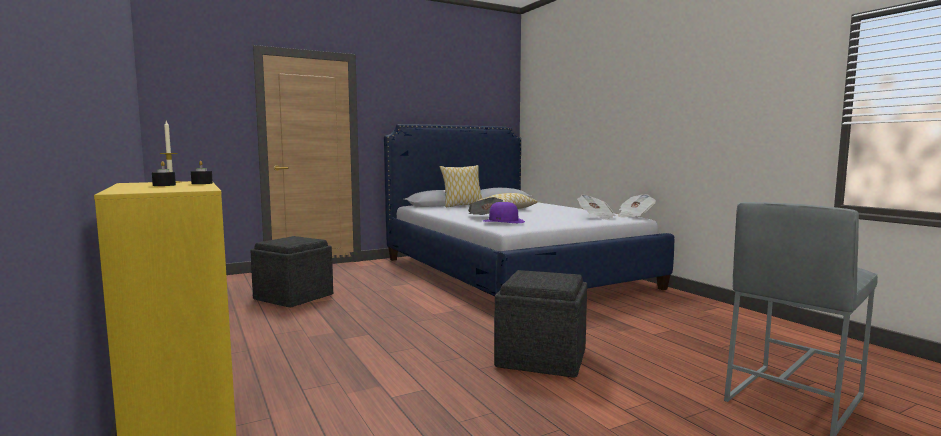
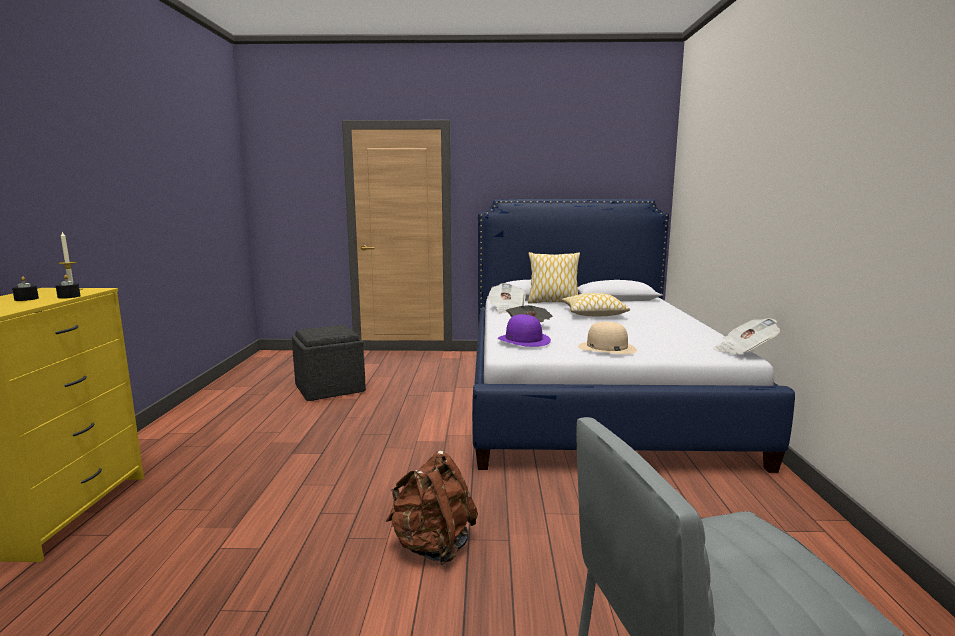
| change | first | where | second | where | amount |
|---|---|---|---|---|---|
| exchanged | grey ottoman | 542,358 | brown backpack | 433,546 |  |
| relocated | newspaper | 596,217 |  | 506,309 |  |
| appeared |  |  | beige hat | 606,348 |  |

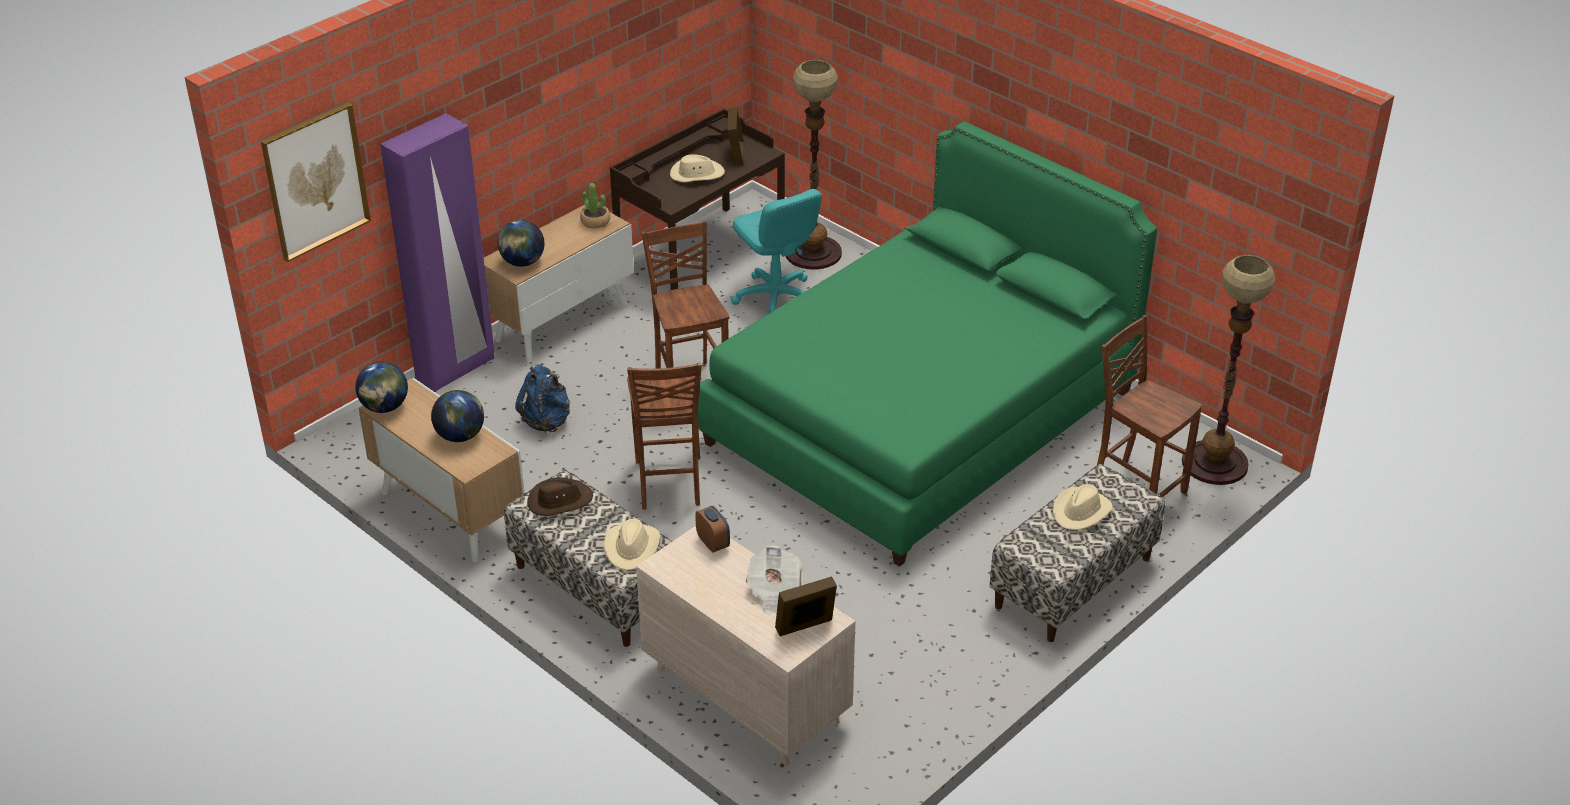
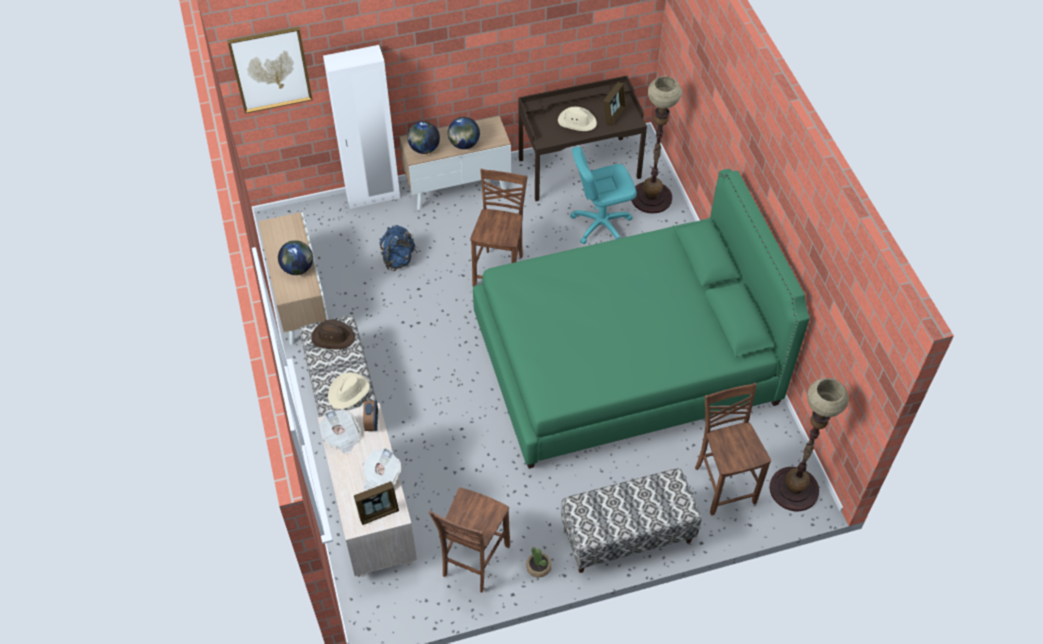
| change | first | where | second | where | amount |
|---|---|---|---|---|---|
| appeared |  |  | newspaper | 341,437 |  |
| colour | purple wardrobe | 456,369 | white wardrobe | 373,197 |  |
| spun | picture frame | 805,627 |  | 378,512 | 150 degrees clockwise |
| relocated | brown chair | 668,484 |  | 473,561 |  |
| relocated | globe | 385,407 |  | 464,144 |  |
| relocated | potted plant | 595,221 |  | 538,567 |  |
| spun | turquoise office chair | 775,298 |  | 601,224 | 75 degrees clockwise |
| missing | beige hat | 1081,511 |  |  |  |

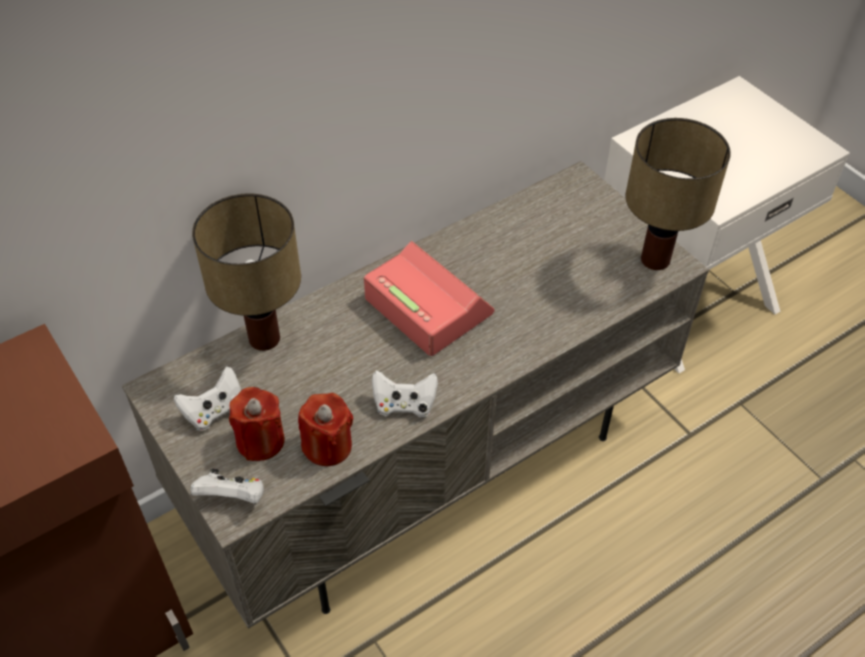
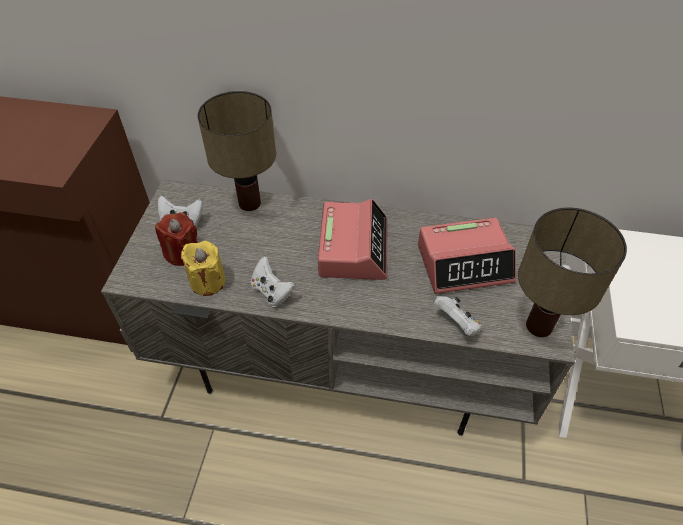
| change | first | where | second | where | amount |
|---|---|---|---|---|---|
| colour | red candle | 327,446 | yellow candle | 207,282 |  |
| appeared |  |  | alarm clock | 464,263 |  |
| relocated | white game controller | 233,498 |  | 457,324 |  |

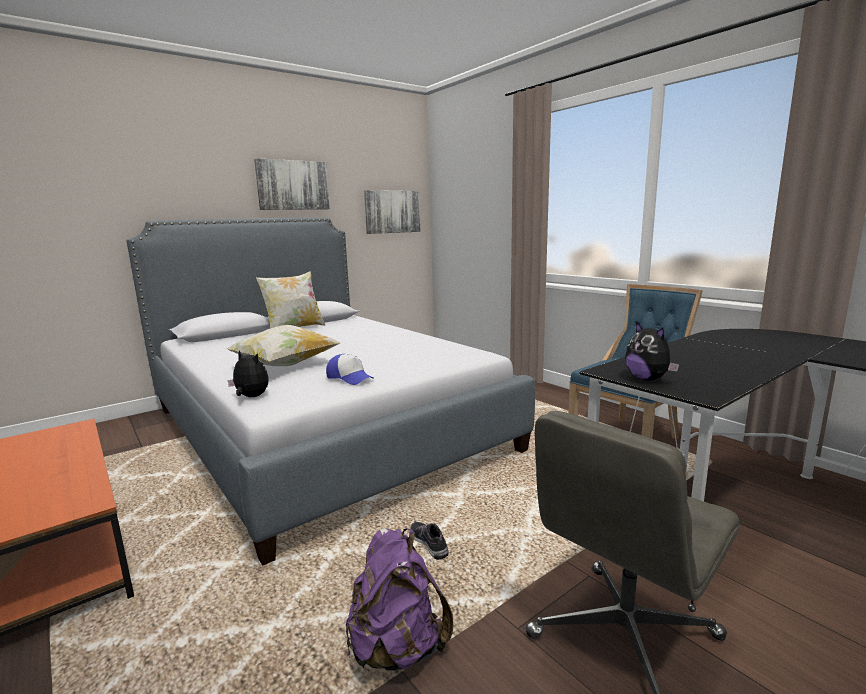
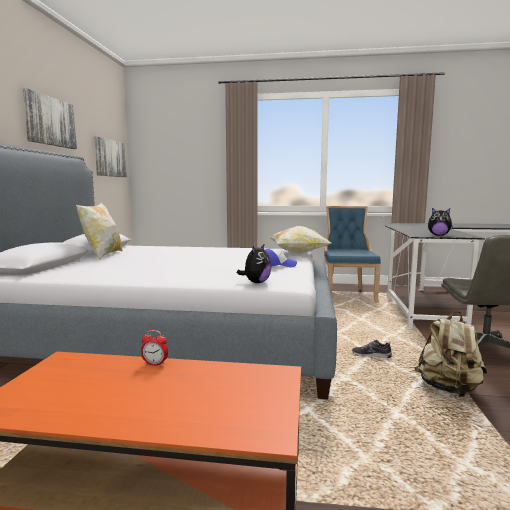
| change | first | where | second | where | amount |
|---|---|---|---|---|---|
| appeared |  |  | alarm clock | 155,364 |  |
| spun | plush toy | 251,397 |  | 256,282 | 135 degrees clockwise |
| relocated | pillow | 285,365 |  | 298,253 |  |
| colour | purple backpack | 397,647 | beige backpack | 448,389 |  |

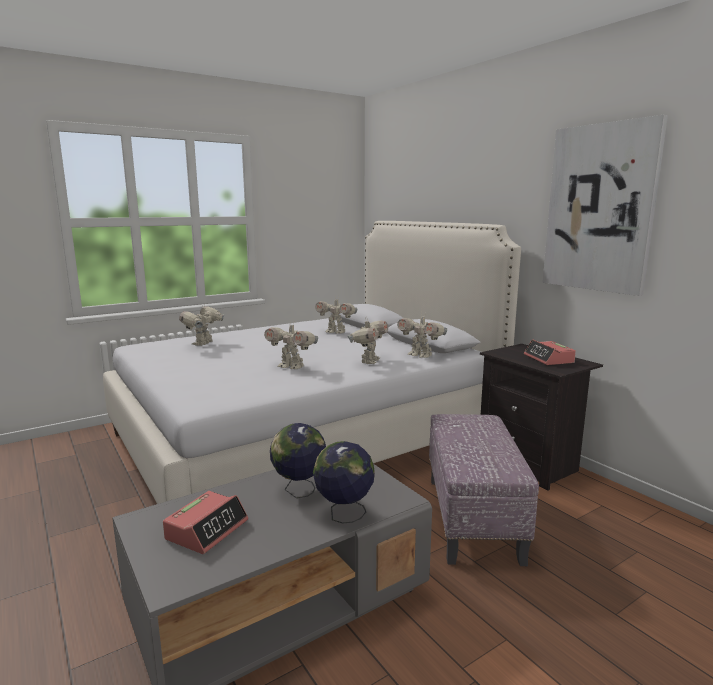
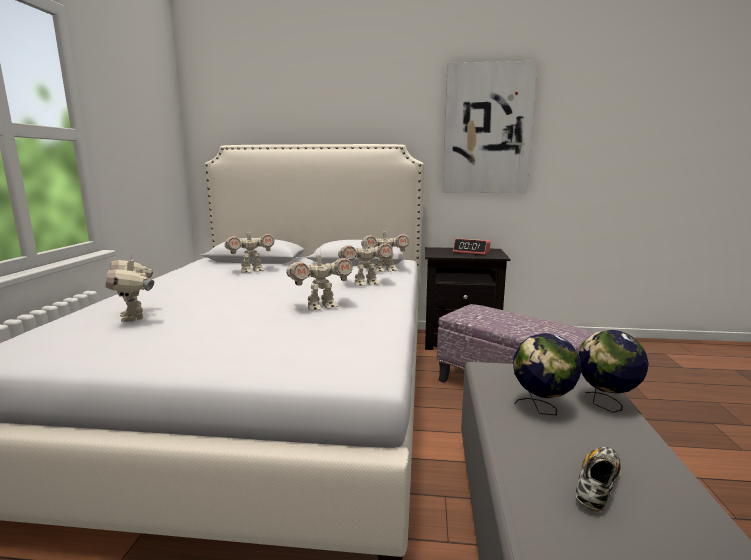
| change | first | where | second | where | amount |
|---|---|---|---|---|---|
| spun | toy robot | 368,361 |  | 365,284 | 105 degrees clockwise |
| exchanged | alarm clock | 207,529 | shoe | 597,486 |  |

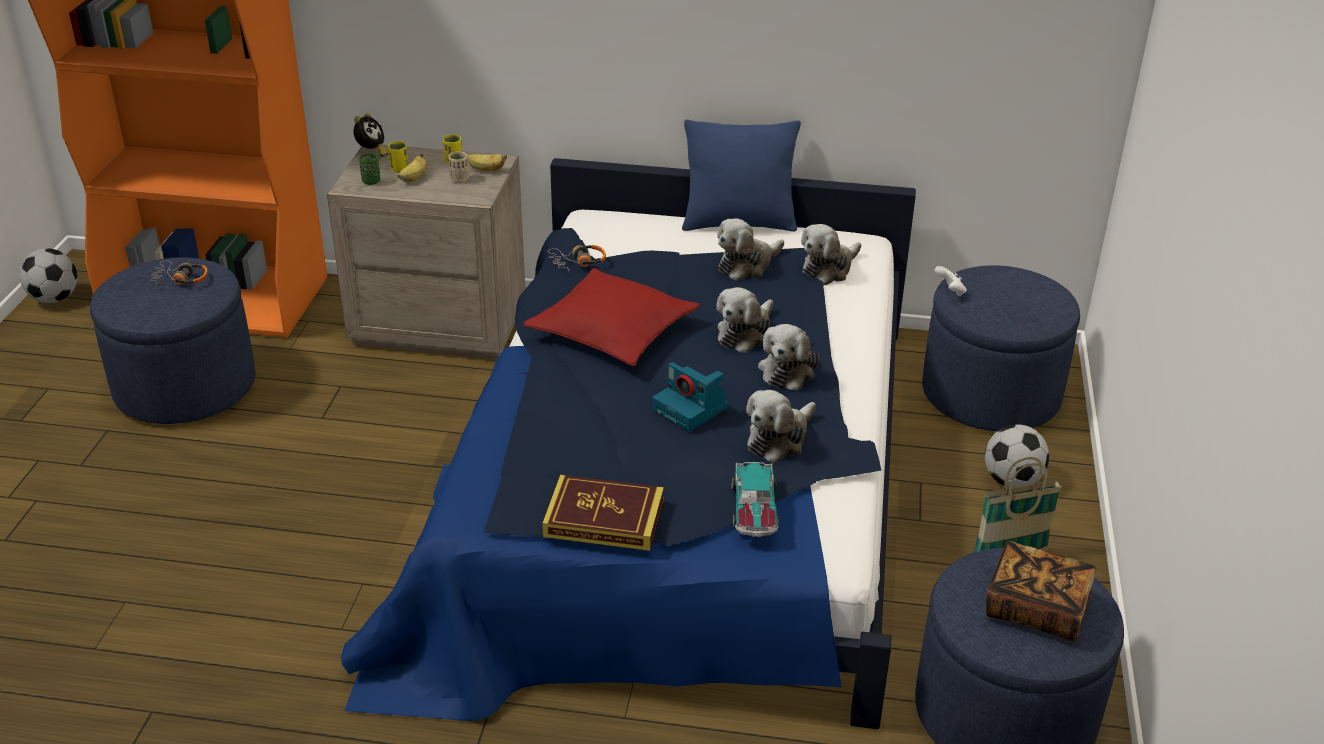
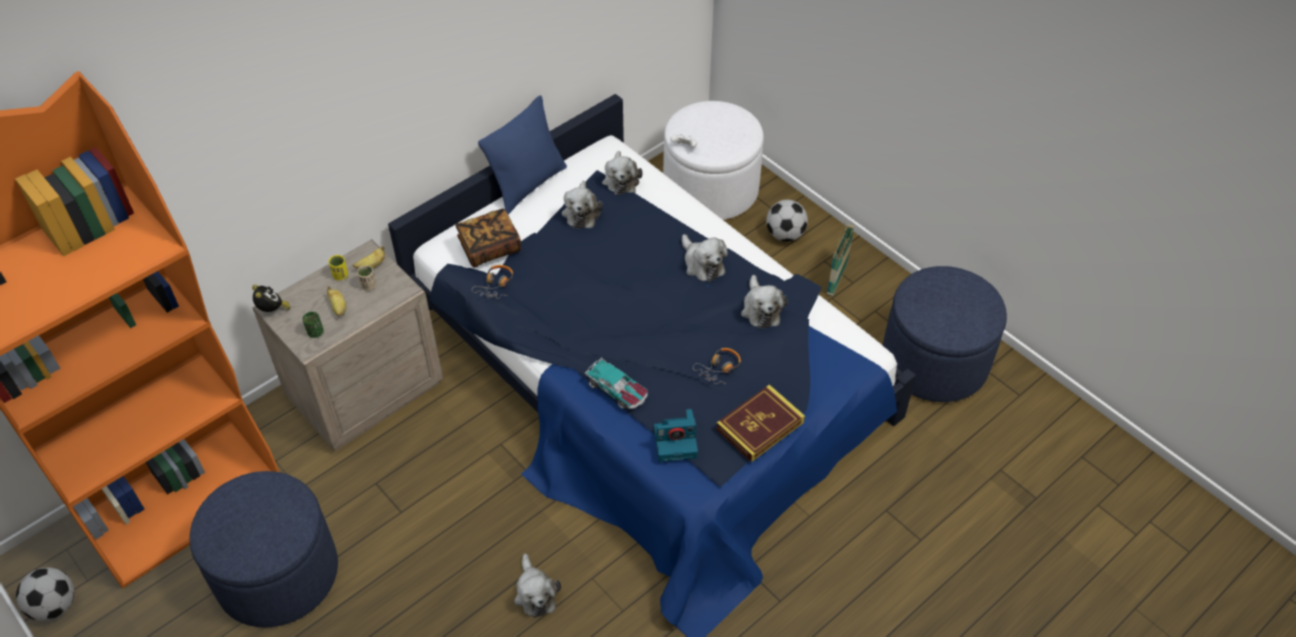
| change | first | where | second | where | amount |
|---|---|---|---|---|---|
| relocated | book | 1036,609 |  | 489,247 |  |
| relocated | plush toy | 745,333 |  | 535,593 |  |
| relocated | toy car | 754,510 |  | 617,390 |  |
| relocated | photo camera | 692,409 |  | 676,441 |  |
| colour | blue ottoman | 990,394 | white ottoman | 710,189 |  |
| relocated | headphones | 180,279 |  | 719,369 |  |
| missing | yellow cup | 399,169 |  |  |  |
| missing | red pillow | 612,331 |  |  |  |

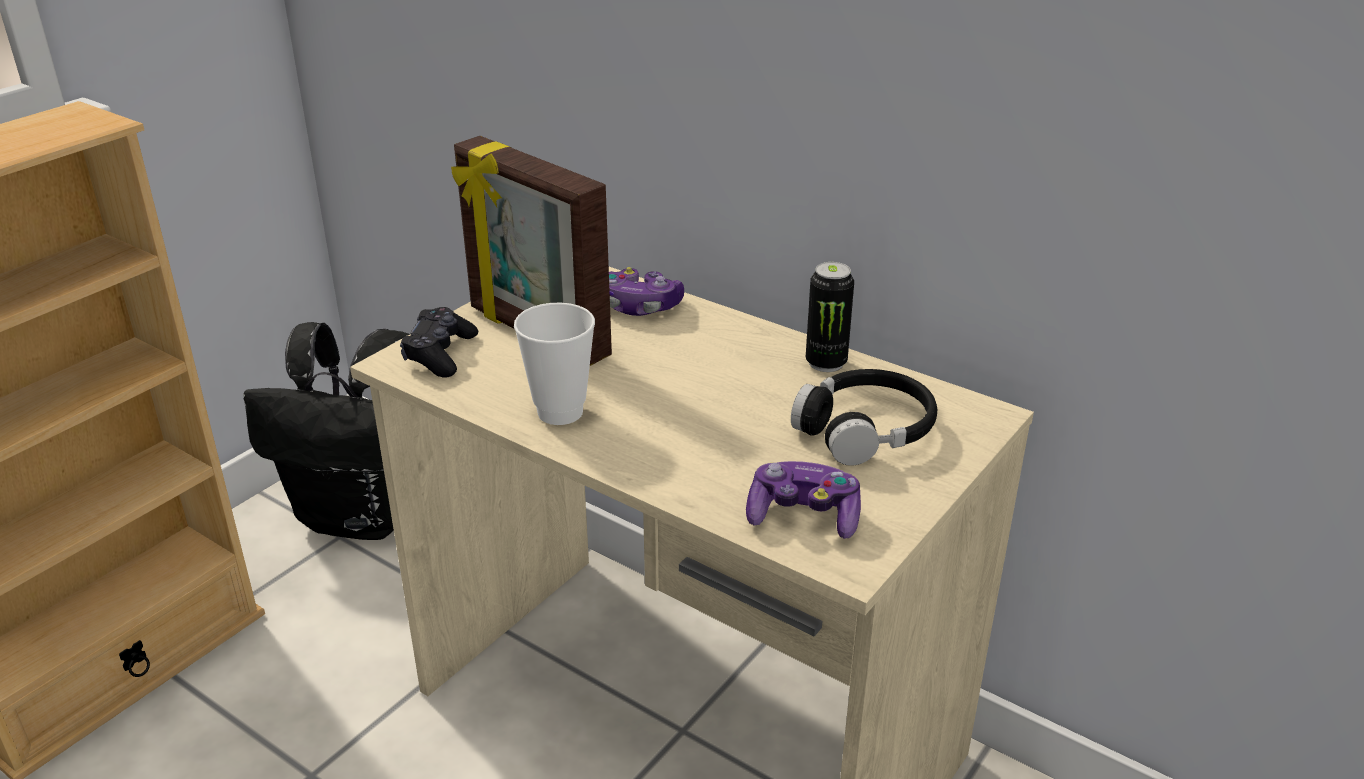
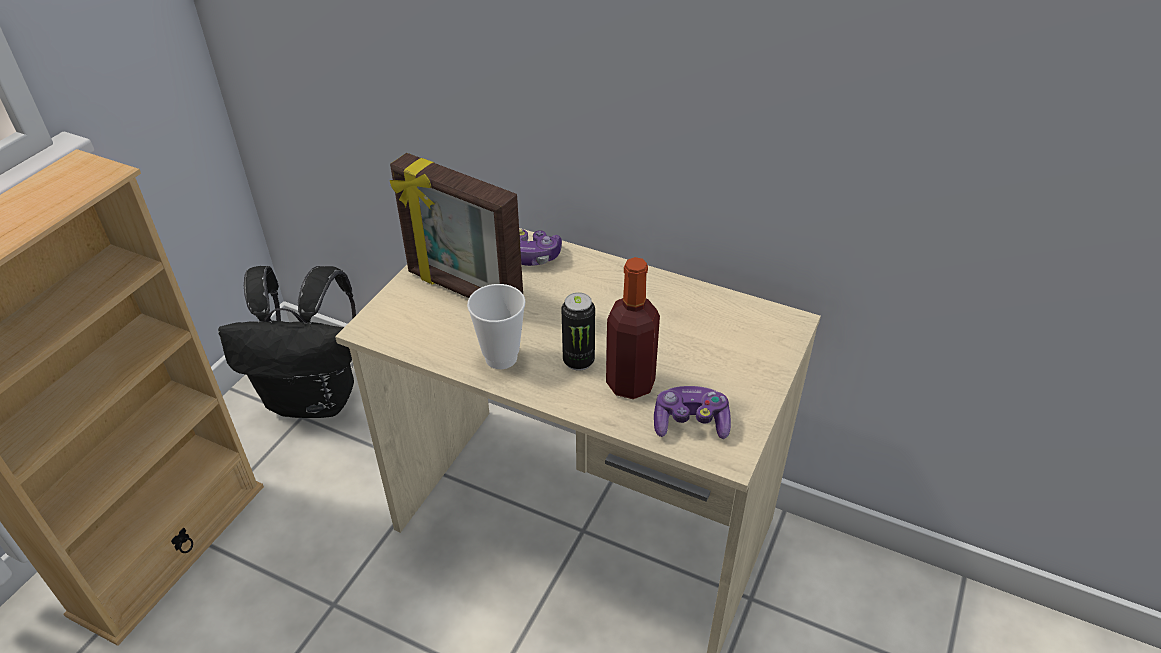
| change | first | where | second | where | amount |
|---|---|---|---|---|---|
| relocated | can | 826,363 |  | 578,361 |  |
| appeared |  |  | bottle | 630,383 |  |
| missing | black game controller | 440,354 |  |  |  |
| missing | black headphones | 865,430 |  |  |  |

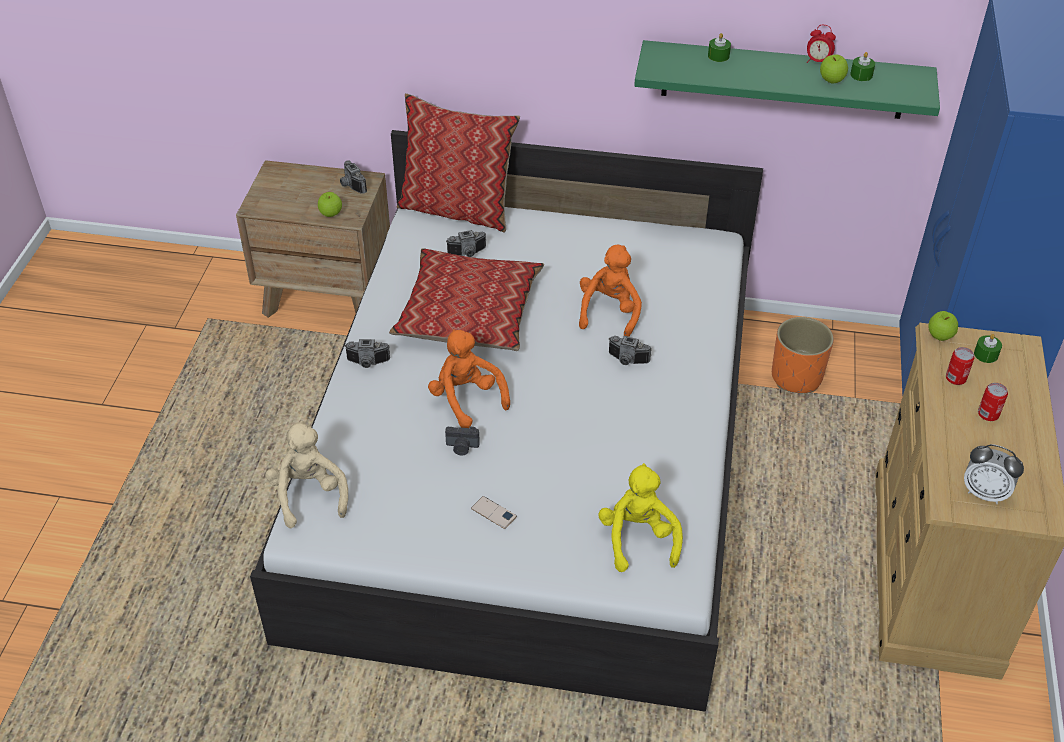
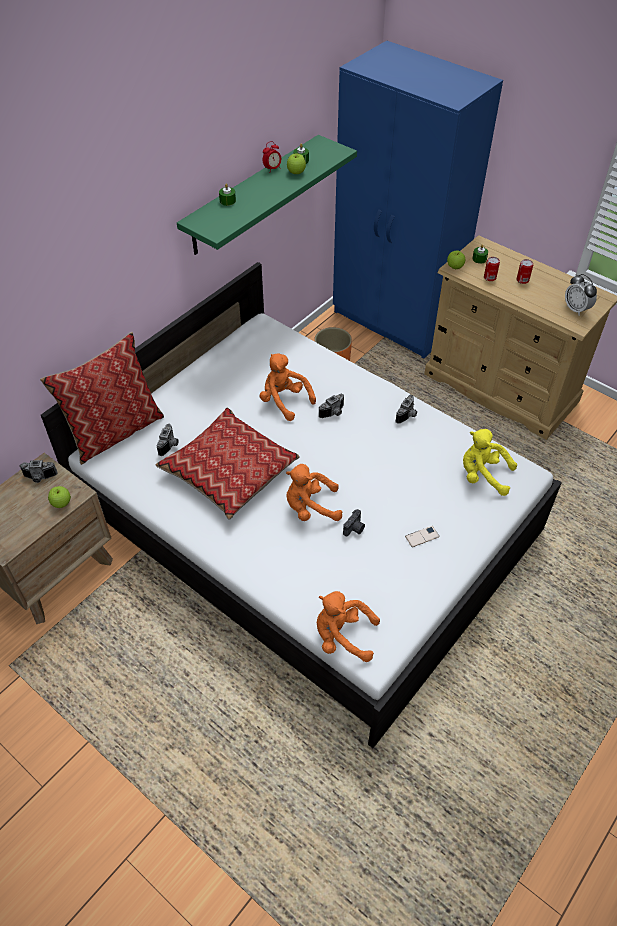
| change | first | where | second | where | amount |
|---|---|---|---|---|---|
| colour | beige plush toy | 309,495 | orange plush toy | 342,636 |  |
| relocated | photo camera | 367,363 |  | 408,415 |  |
| spun | alarm clock | 984,493 |  | 576,309 | 90 degrees clockwise |

